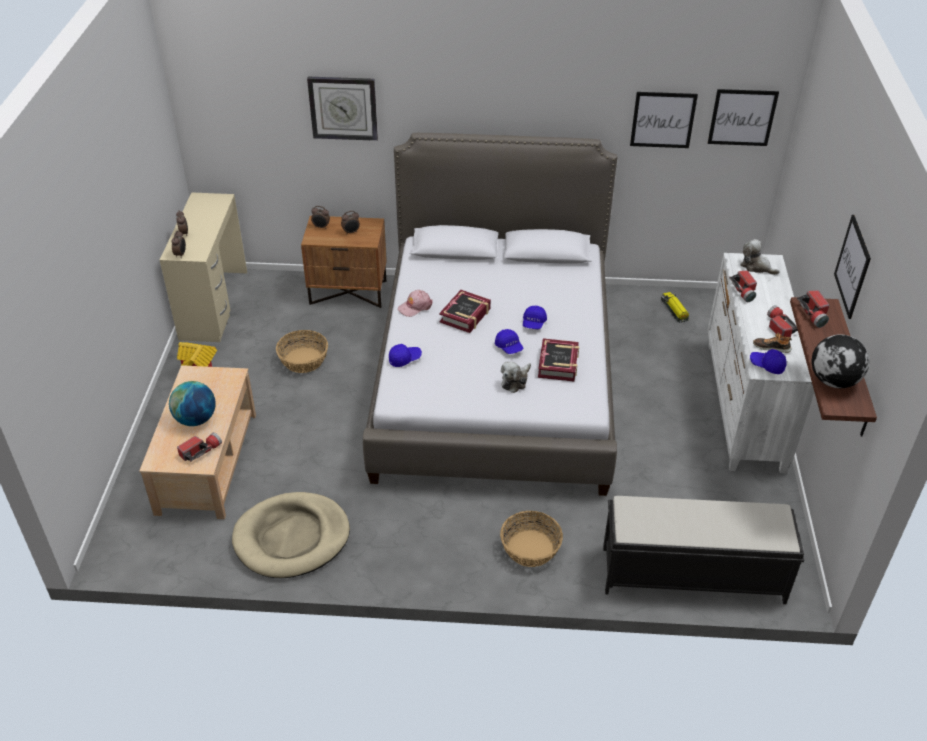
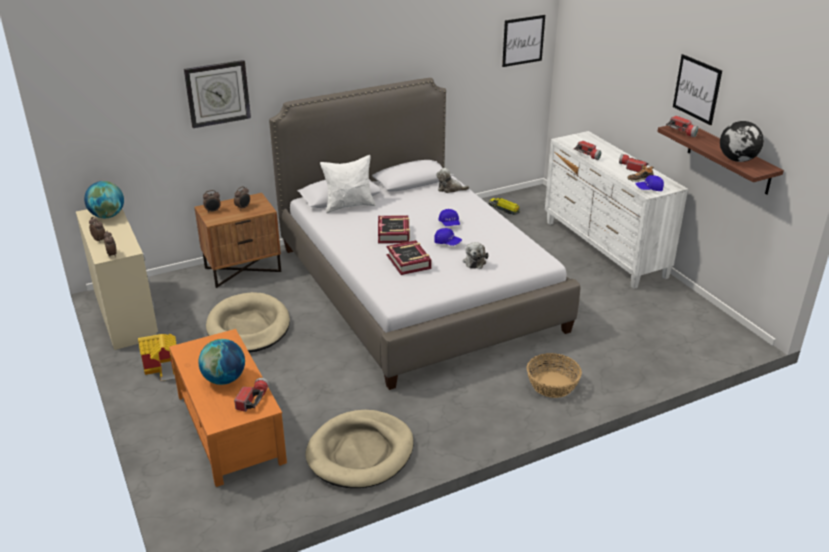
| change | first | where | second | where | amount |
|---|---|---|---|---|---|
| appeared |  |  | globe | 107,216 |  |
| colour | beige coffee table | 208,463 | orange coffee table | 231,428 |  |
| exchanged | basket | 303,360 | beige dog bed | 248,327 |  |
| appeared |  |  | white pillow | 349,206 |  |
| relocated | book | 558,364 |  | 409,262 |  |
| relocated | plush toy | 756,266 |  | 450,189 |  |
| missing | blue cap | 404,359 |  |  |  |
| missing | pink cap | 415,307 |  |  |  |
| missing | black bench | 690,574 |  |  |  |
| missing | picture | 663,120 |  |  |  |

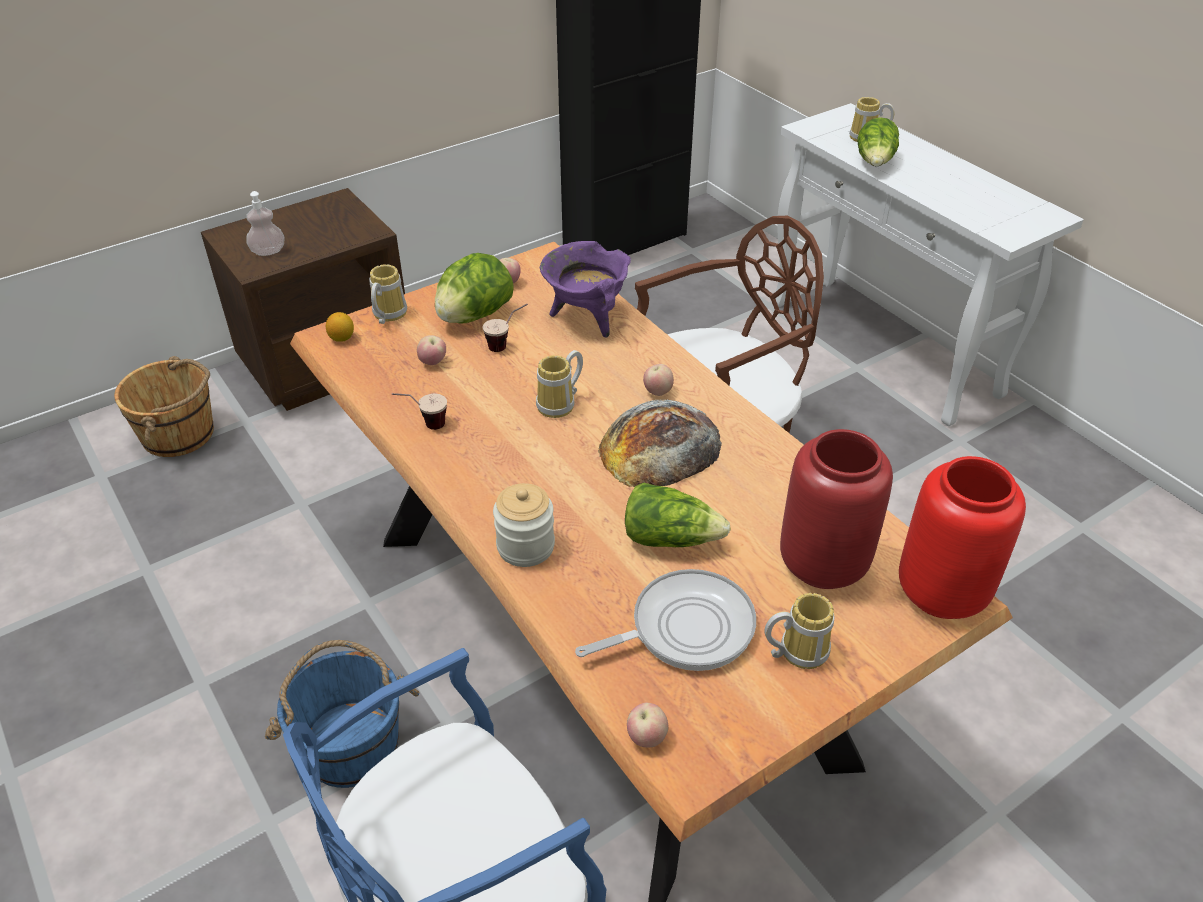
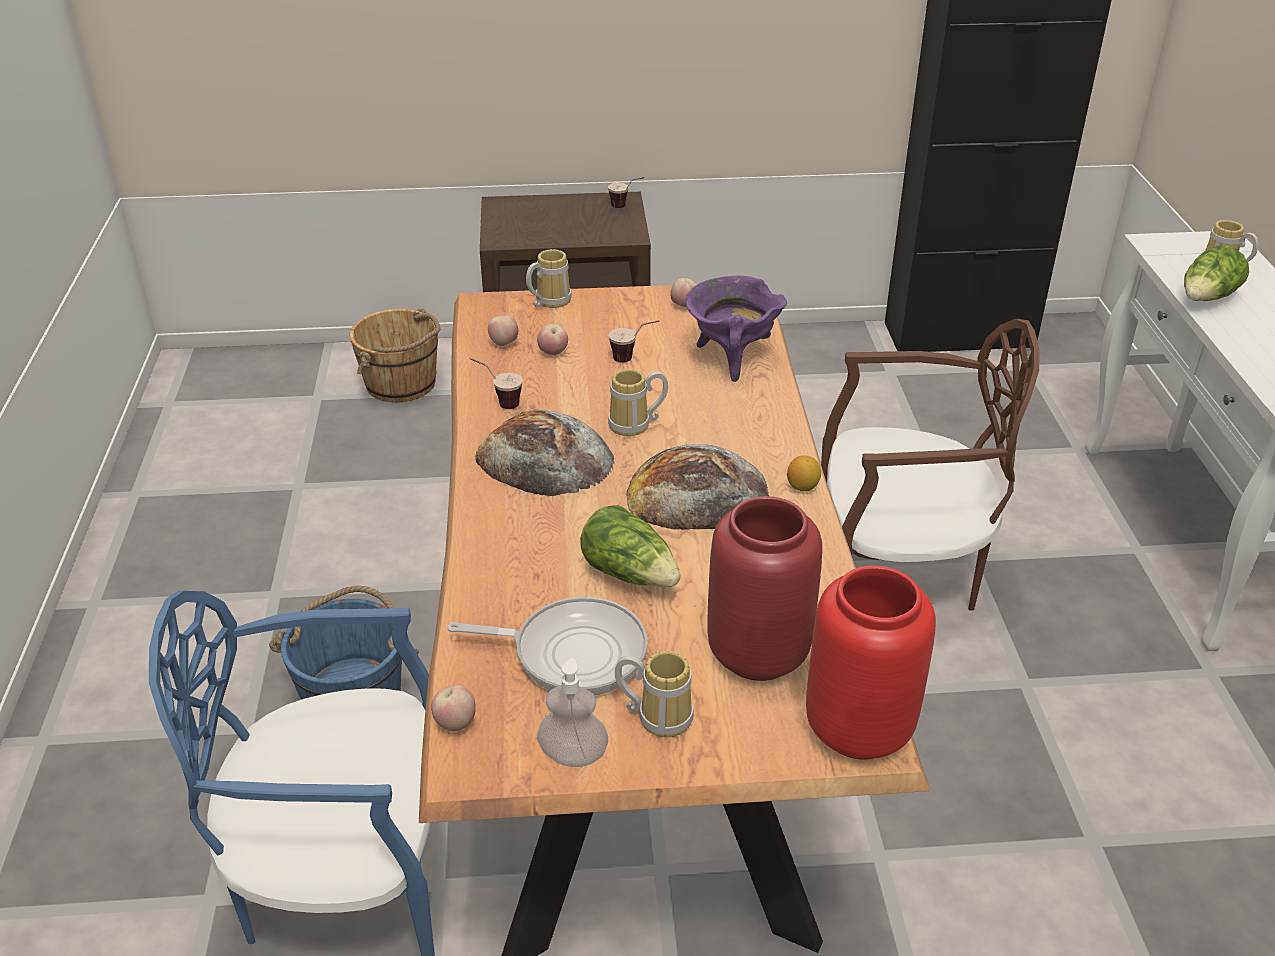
| change | first | where | second | where | amount |
|---|---|---|---|---|---|
| appeared |  |  | bread | 544,458 |  |
| relocated | apple | 658,392 |  | 504,343 |  |
| relocated | soap dispenser | 268,251 |  | 573,755 |  |
| appeared |  |  | cup | 626,207 |  |
| relocated | lemon | 342,338 |  | 803,487 |  |
| missing | lettuce | 474,316 |  |  |  |
| missing | jar | 525,546 |  |  |  |

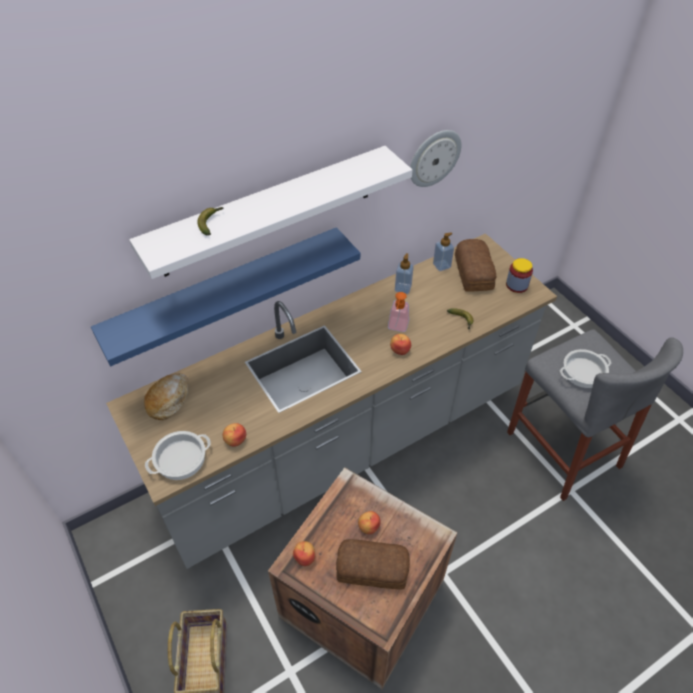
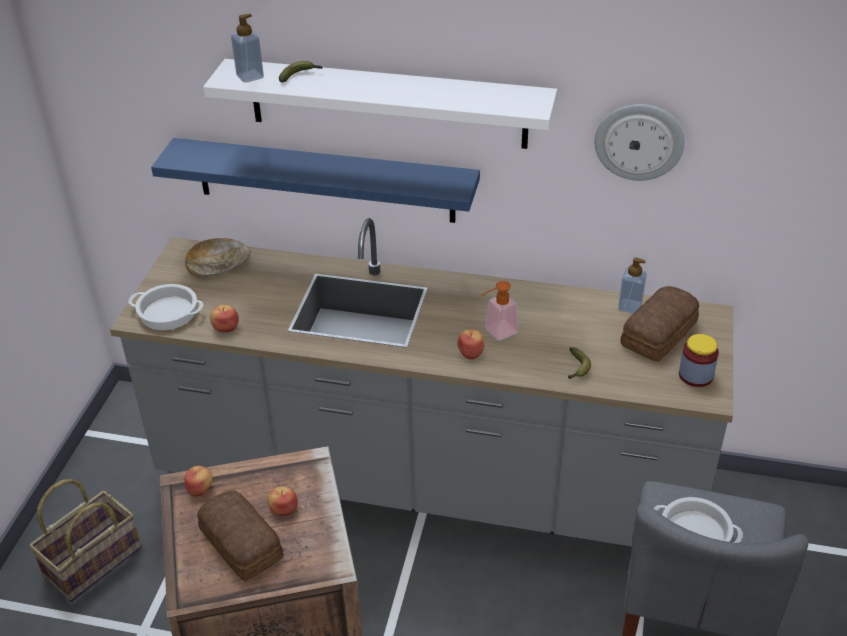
| change | first | where | second | where | amount |
|---|---|---|---|---|---|
| relocated | soap dispenser | 403,288 |  | 250,76 |  |

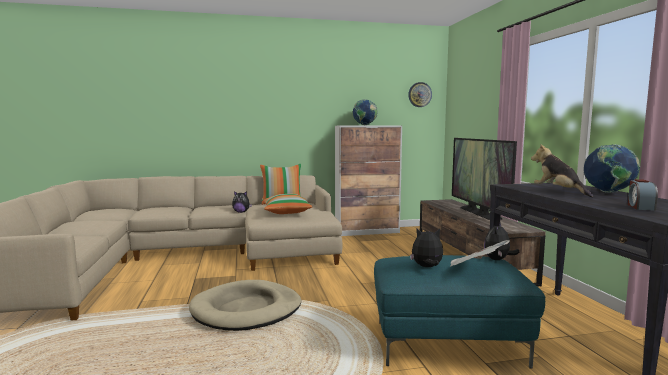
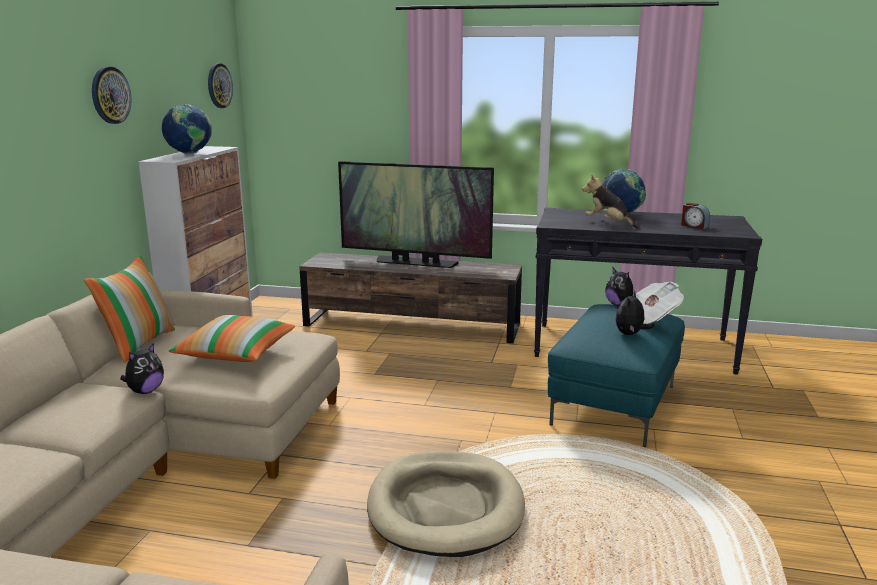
| change | first | where | second | where | amount |
|---|---|---|---|---|---|
| appeared |  |  | wall clock | 110,95 |  |
| spun | plush toy | 558,192 |  | 608,223 | 45 degrees clockwise |

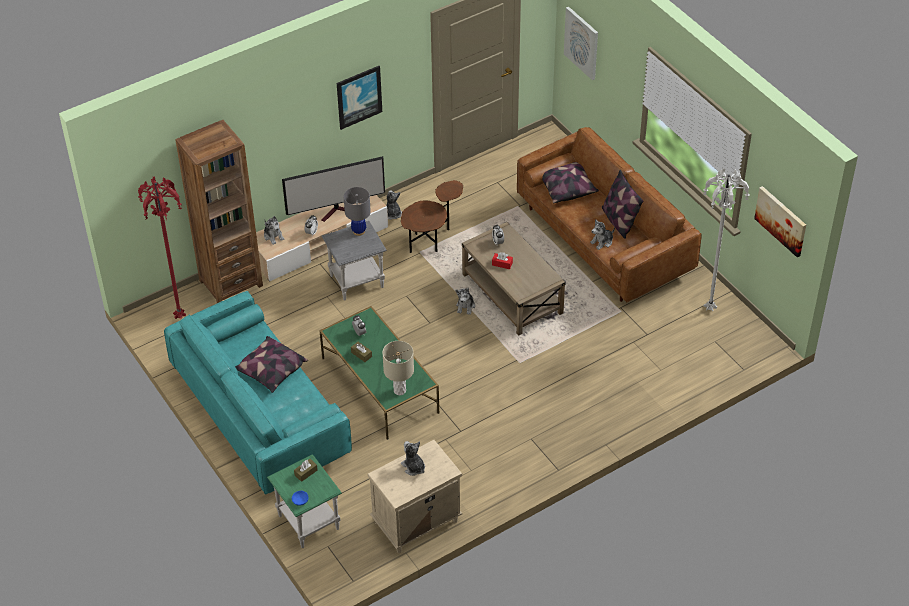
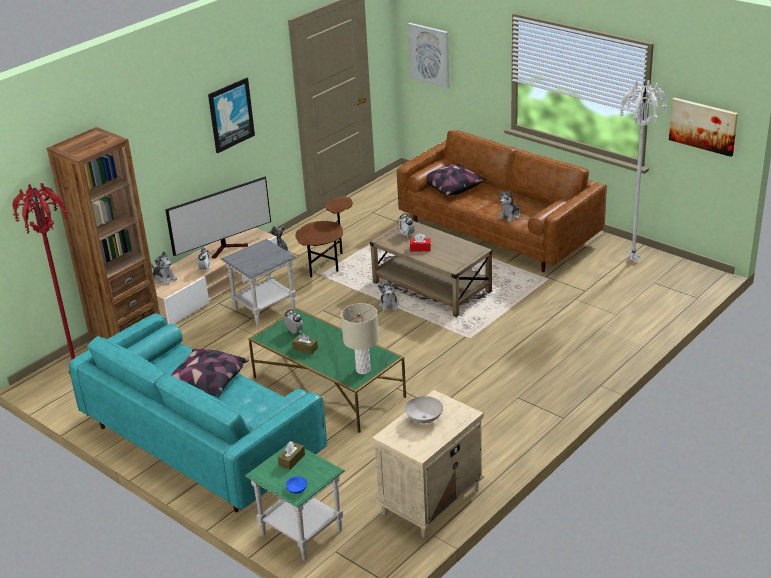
| change | first | where | second | where | amount |
|---|---|---|---|---|---|
| exchanged | plush toy | 413,467 | white bowl | 424,419 |  |
| missing | grey table lamp | 359,231 |  |  |  |
| missing | pillow | 619,221 |  |  |  |

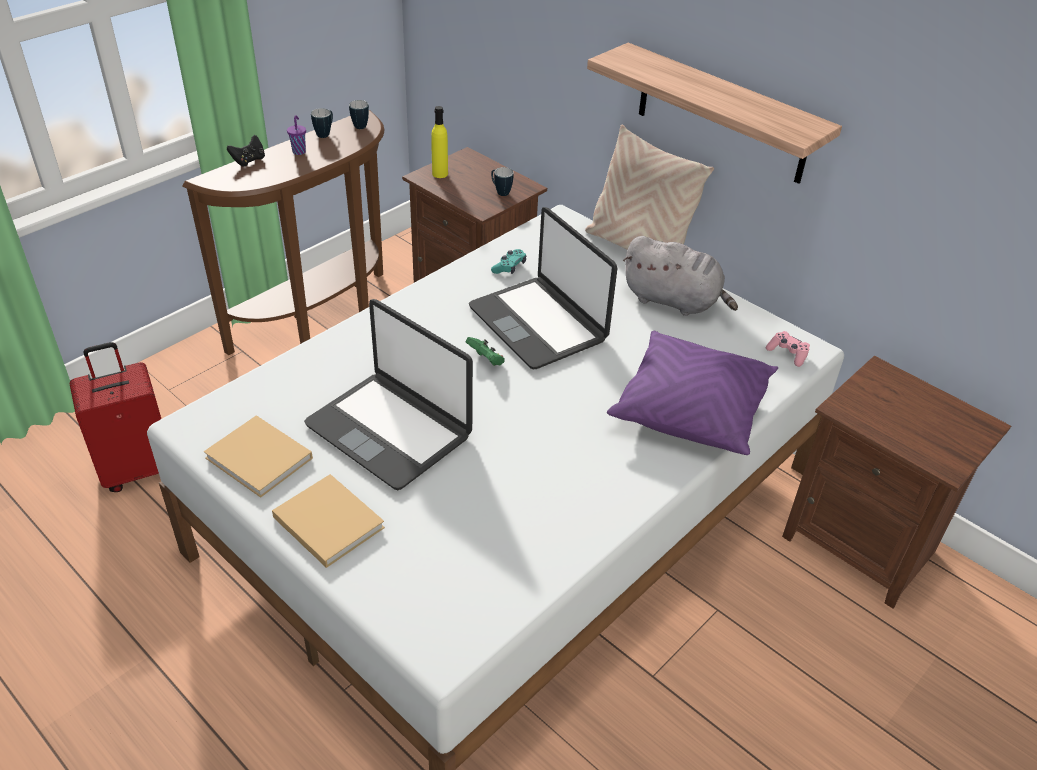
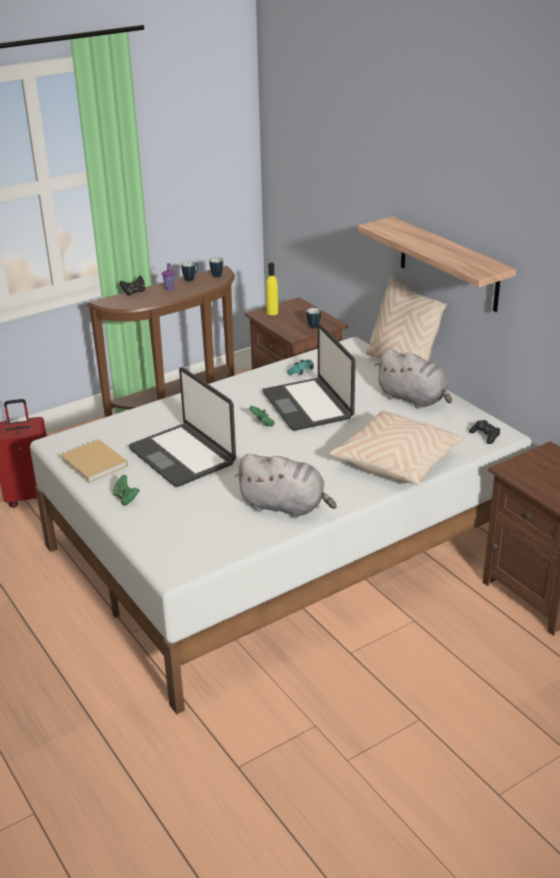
| change | first | where | second | where | amount |
|---|---|---|---|---|---|
| exchanged | beige book | 326,520 | green game controller | 125,498 |  |
| appeared |  |  | grey plush toy | 285,506 |  |
| colour | purple pillow | 691,409 | beige pillow | 396,461 |  |
| colour | pink game controller | 787,353 | black game controller | 485,436 |  |

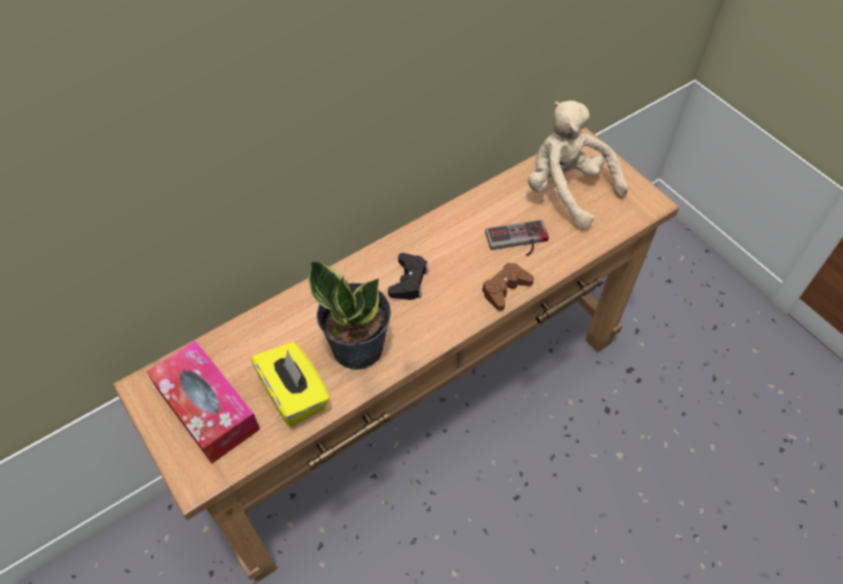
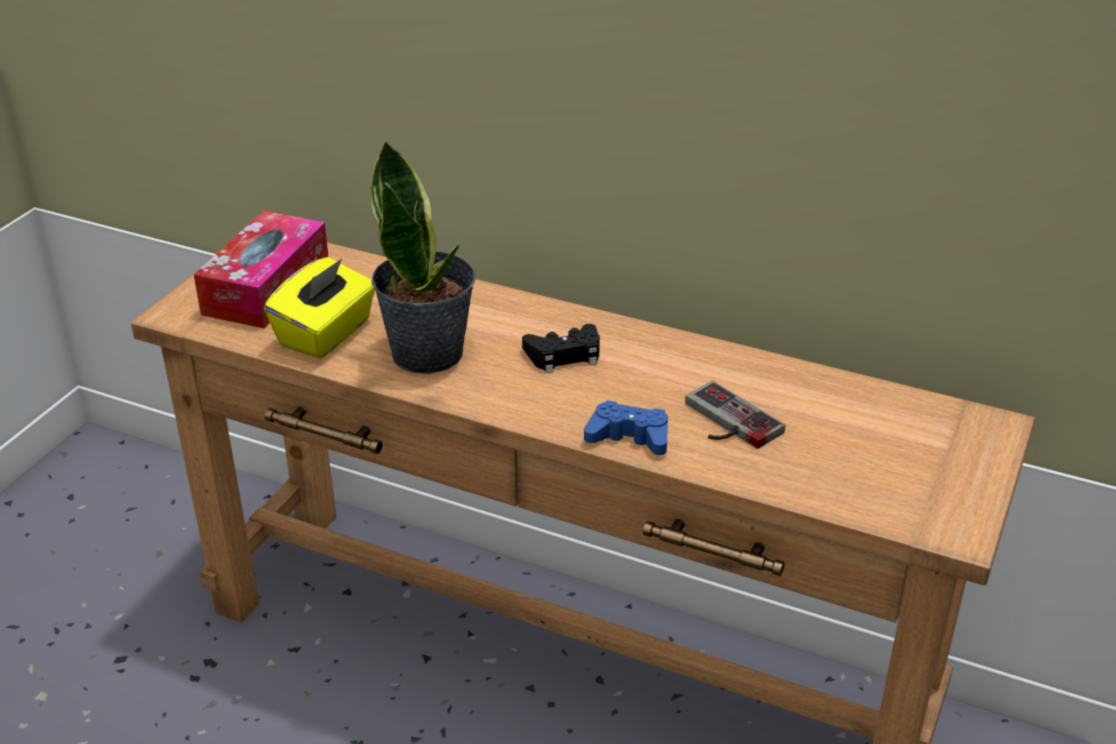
| change | first | where | second | where | amount |
|---|---|---|---|---|---|
| colour | brown game controller | 505,289 | blue game controller | 629,437 |  |
| missing | beige plush toy | 567,190 |  |  |  |

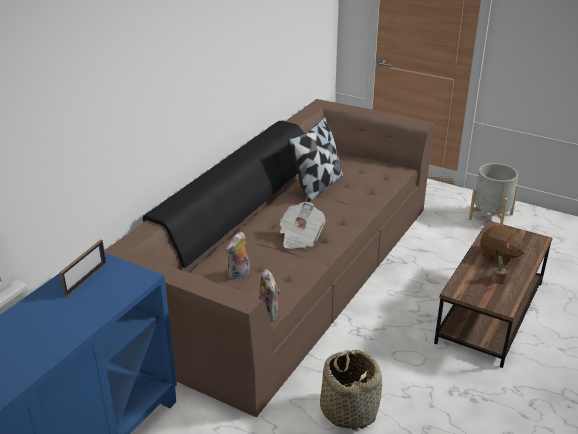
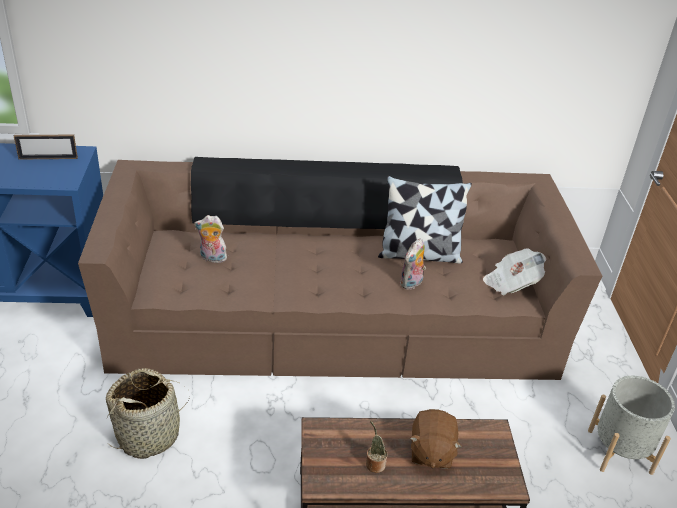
| change | first | where | second | where | amount |
|---|---|---|---|---|---|
| relocated | plush toy | 269,314 |  | 411,284 |  |
| relocated | newspaper | 300,237 |  | 511,283 |  |

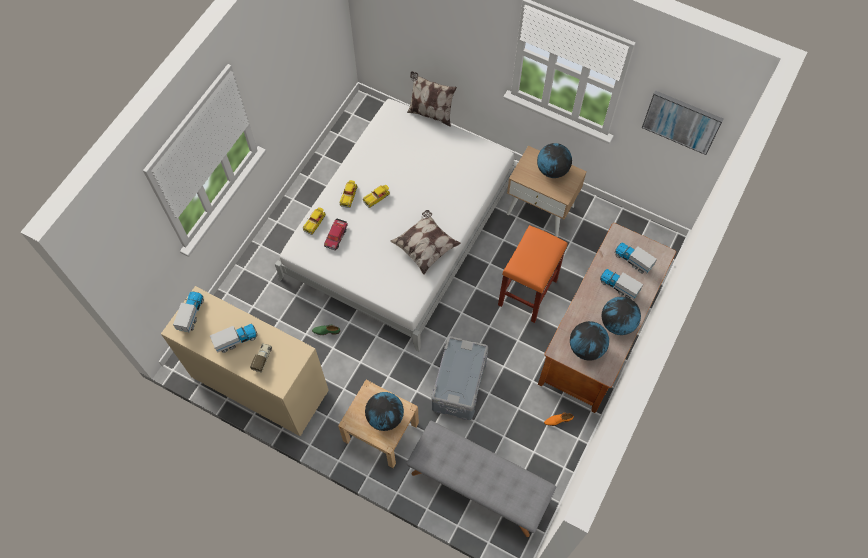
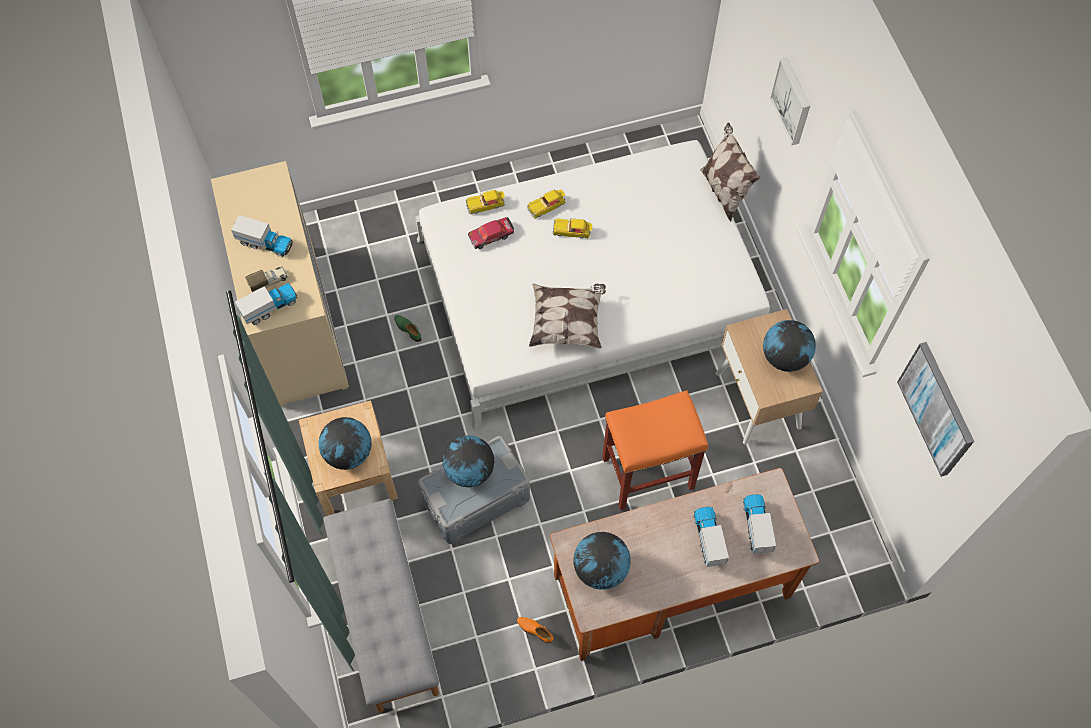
| change | first | where | second | where | amount |
|---|---|---|---|---|---|
| relocated | toy truck | 191,314 |  | 270,308 |  |
| relocated | globe | 617,323 |  | 469,470 |  |
| appeared |  |  | picture | 793,101 |  |

